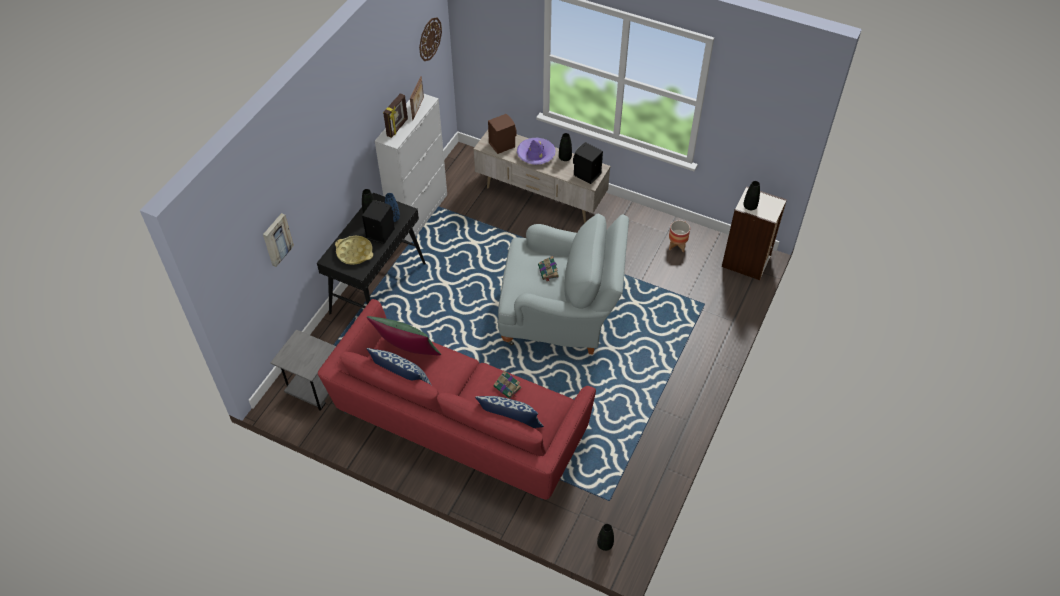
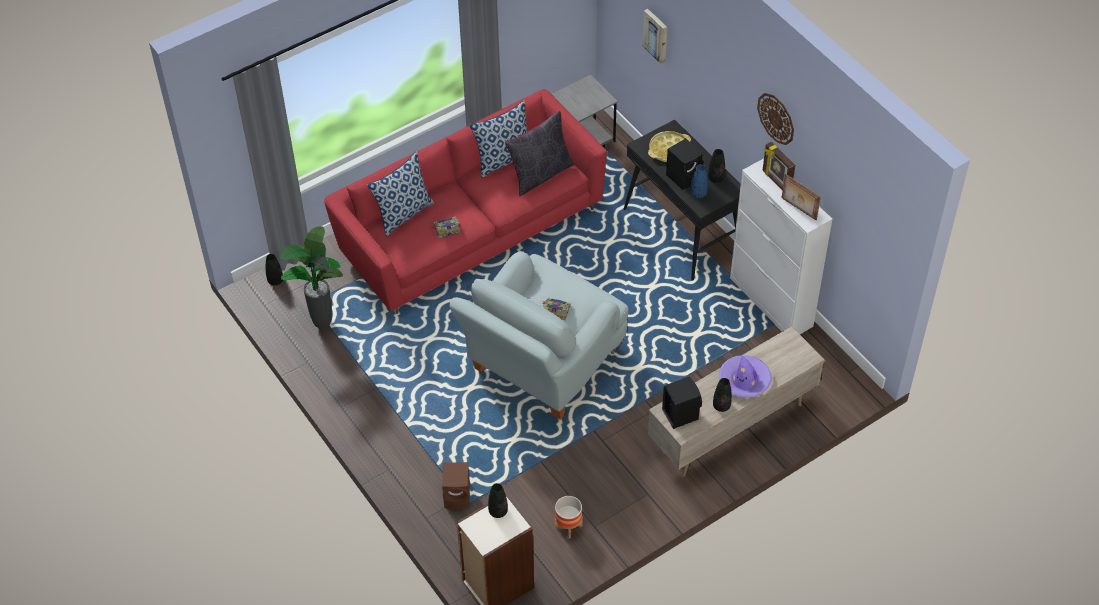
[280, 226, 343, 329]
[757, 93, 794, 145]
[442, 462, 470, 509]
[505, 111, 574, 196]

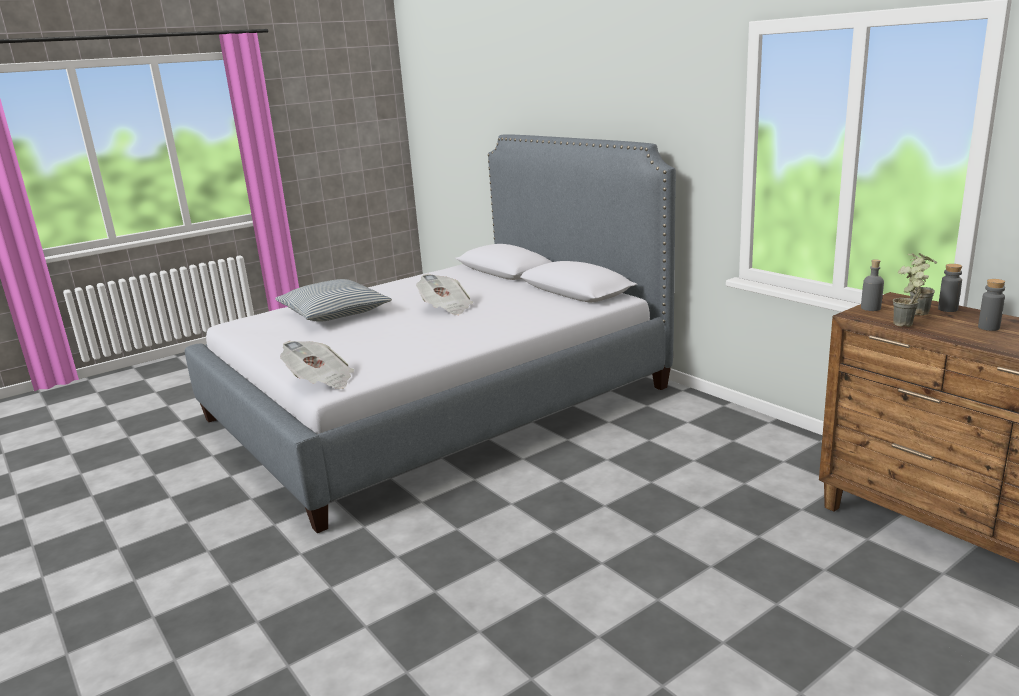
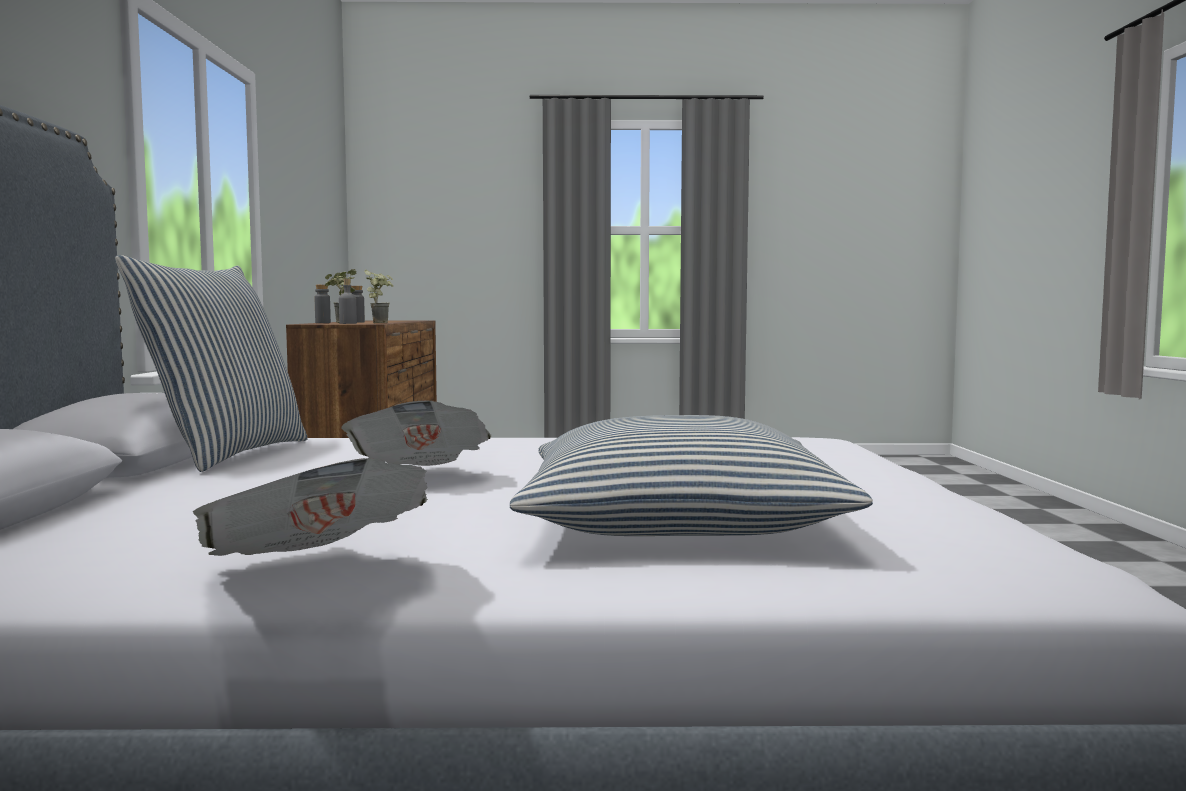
[115, 255, 308, 472]
[192, 458, 428, 556]

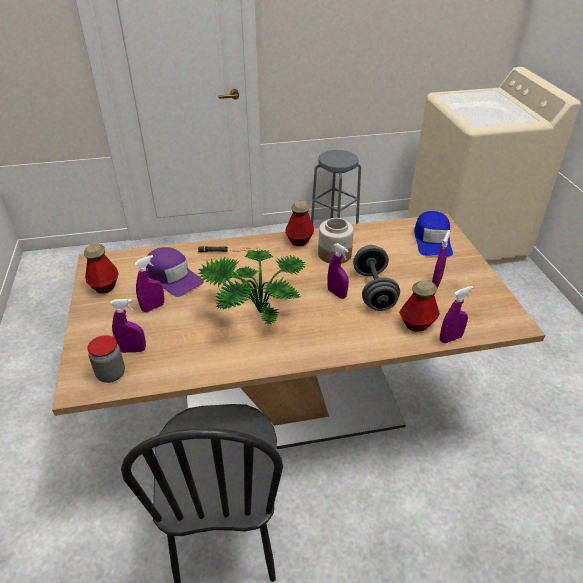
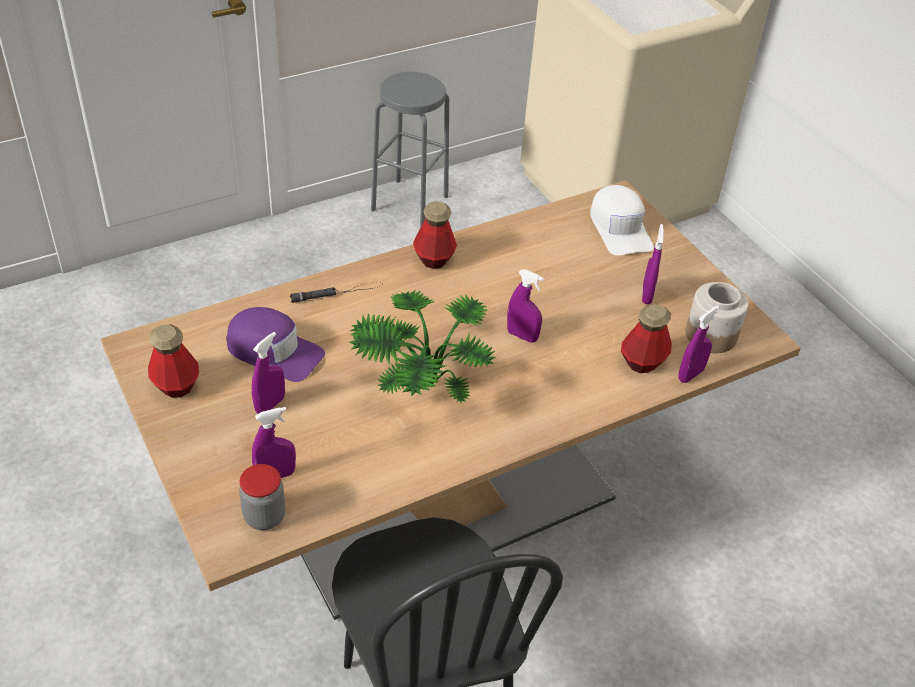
[353, 245, 400, 311] (first image)
[685, 282, 748, 353]
[590, 185, 654, 255]

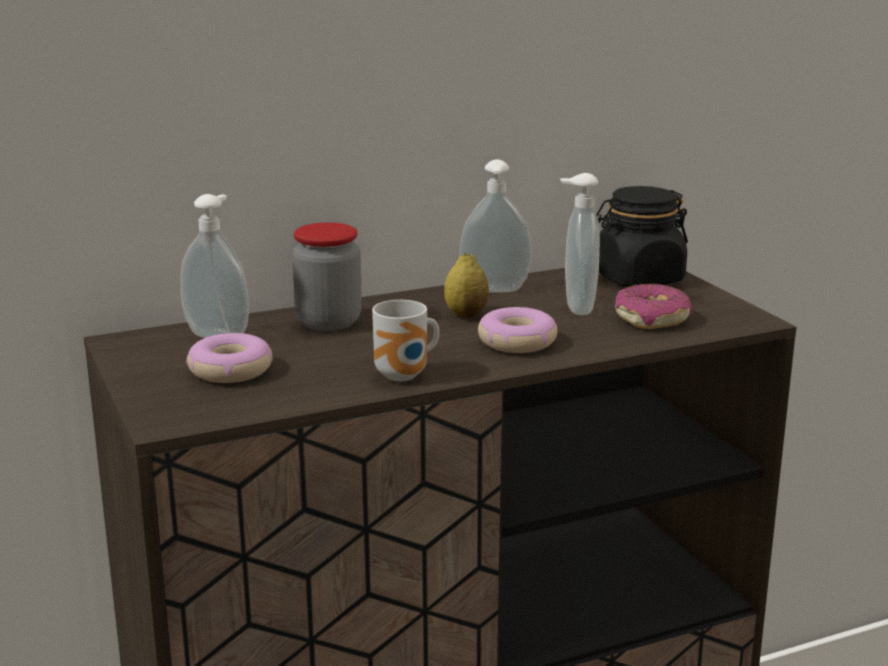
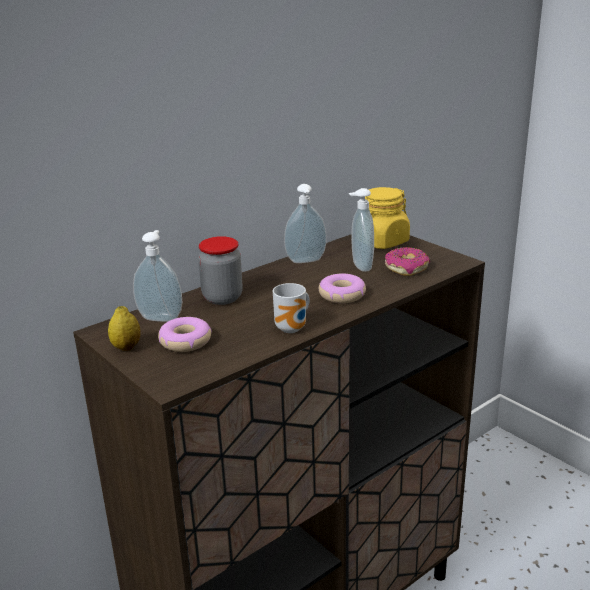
[108, 306, 140, 351]
[365, 187, 410, 249]

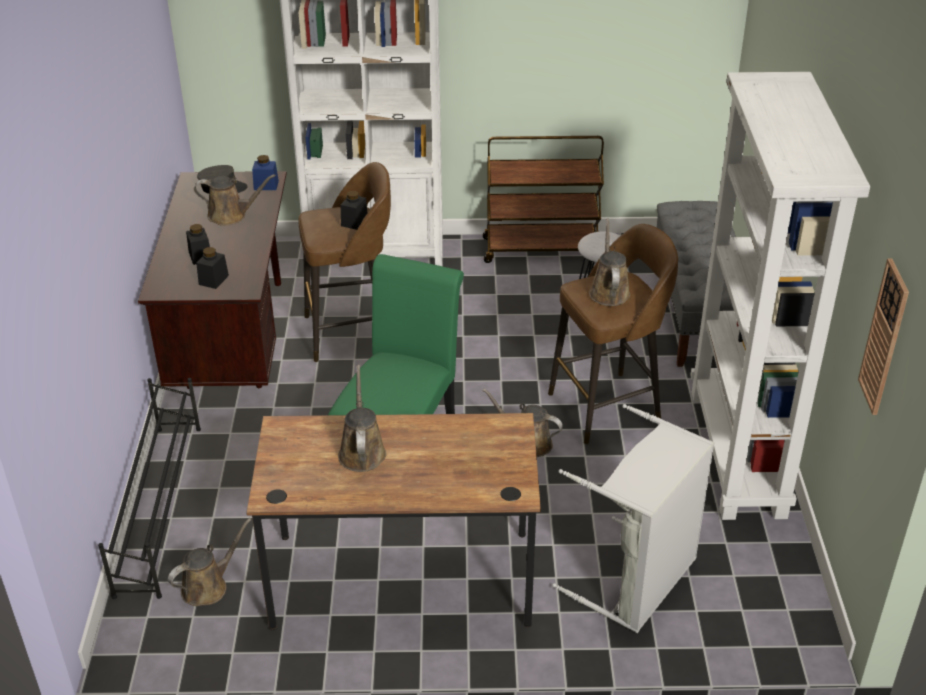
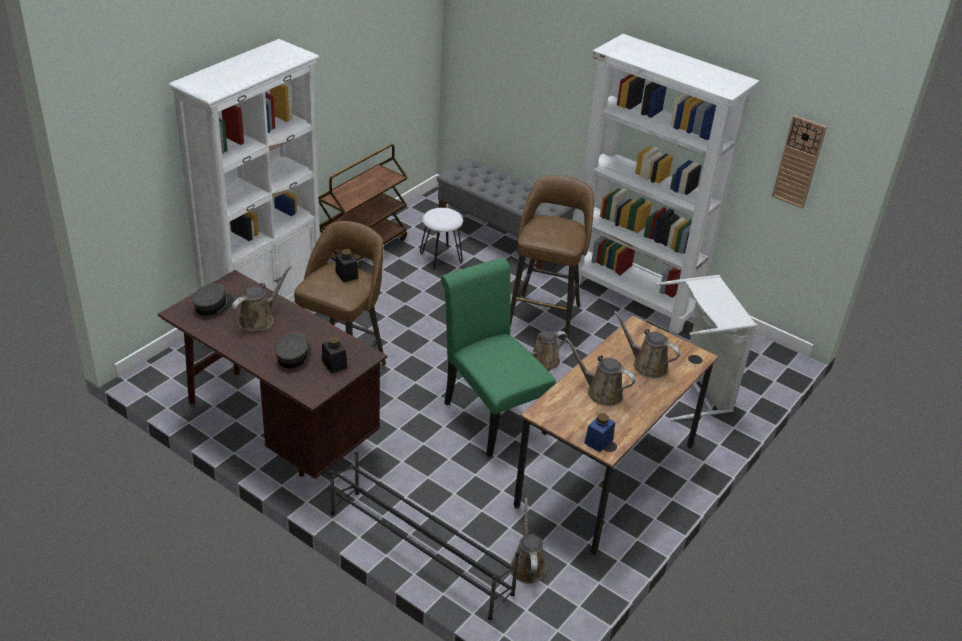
[584, 413, 615, 452]
[614, 311, 680, 378]
[275, 333, 311, 369]

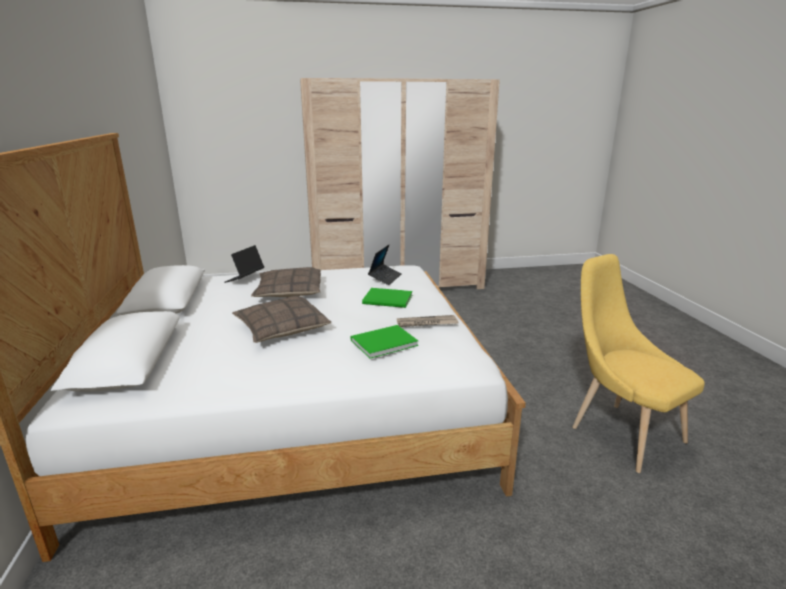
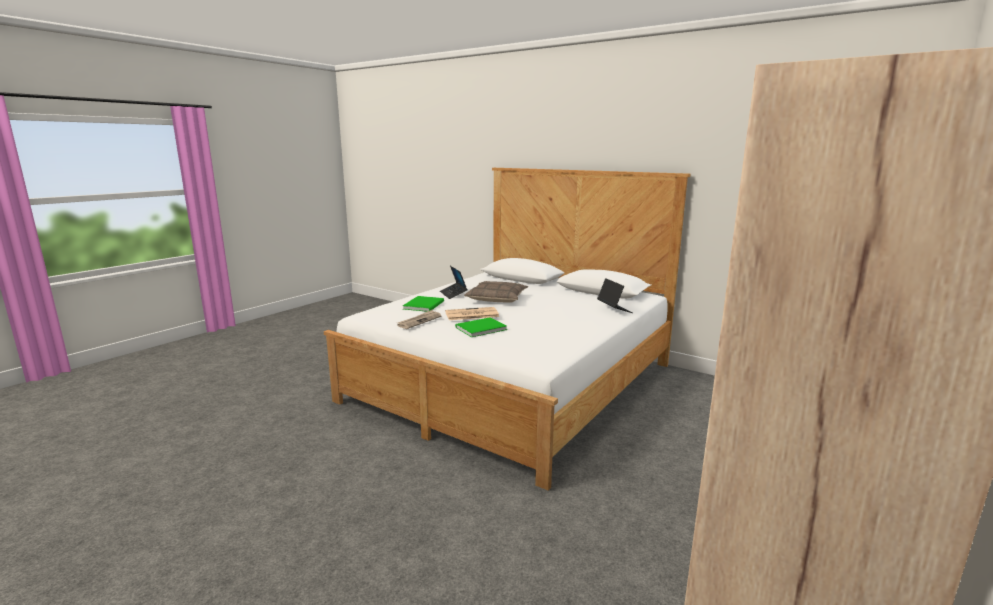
[251, 267, 321, 297] (first image)
[572, 254, 705, 473] (first image)
[445, 307, 499, 320]
[440, 266, 468, 299]

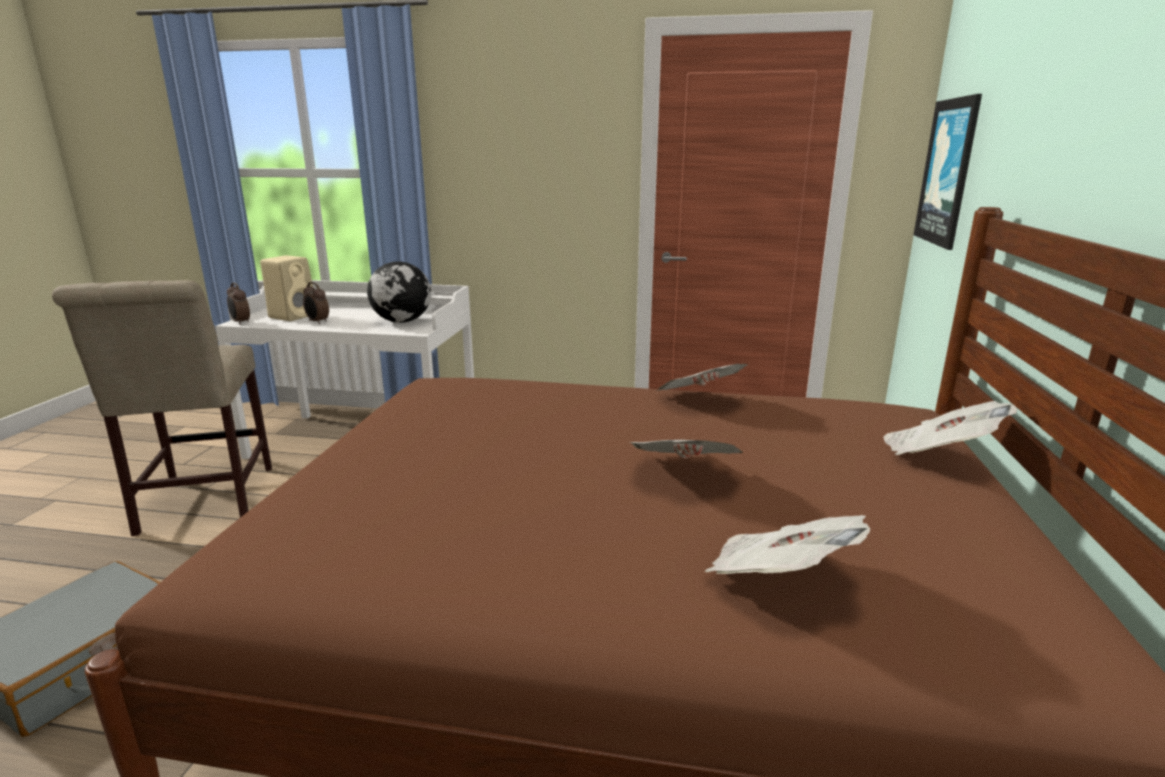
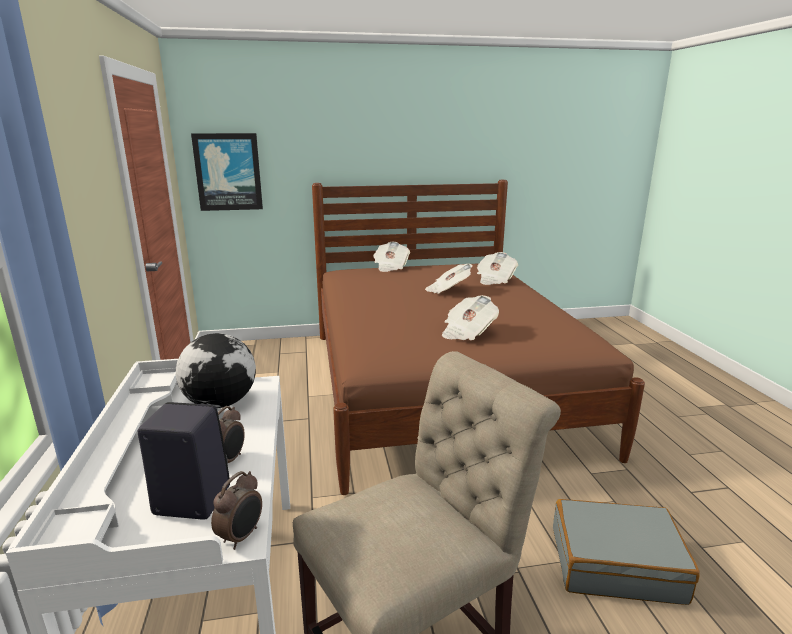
[442, 295, 499, 340]
[138, 402, 230, 520]

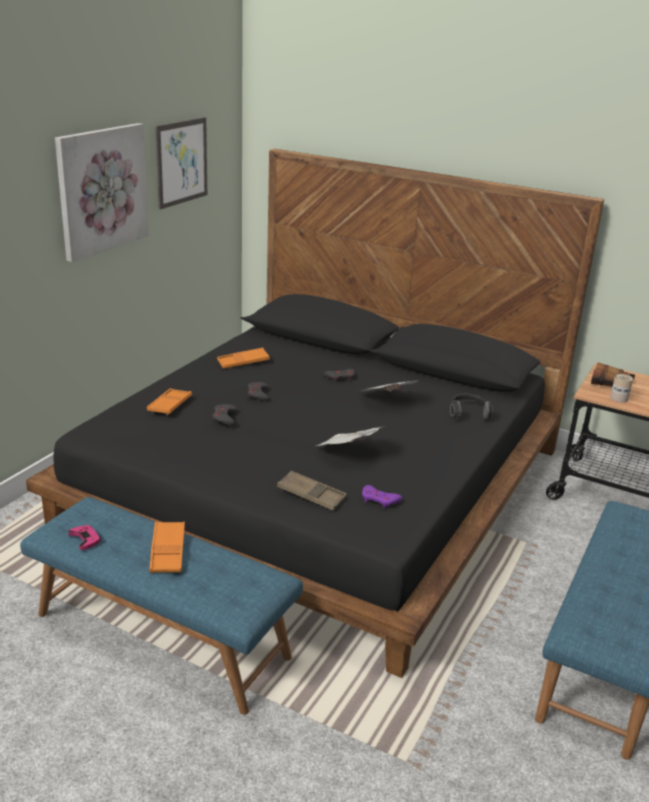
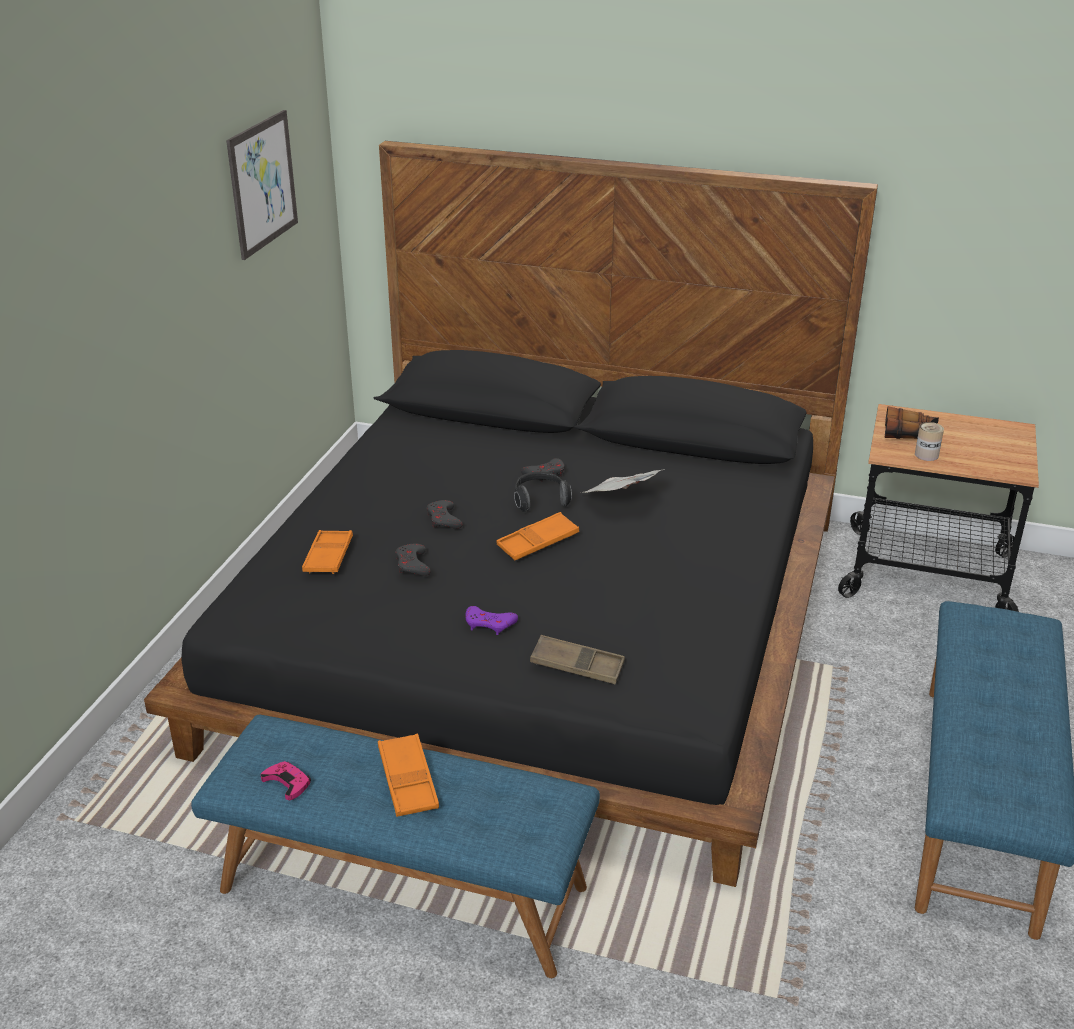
[55, 123, 149, 262] (first image)
[316, 427, 381, 446] (first image)
[497, 512, 579, 561]
[465, 606, 518, 635]
[514, 472, 572, 512]

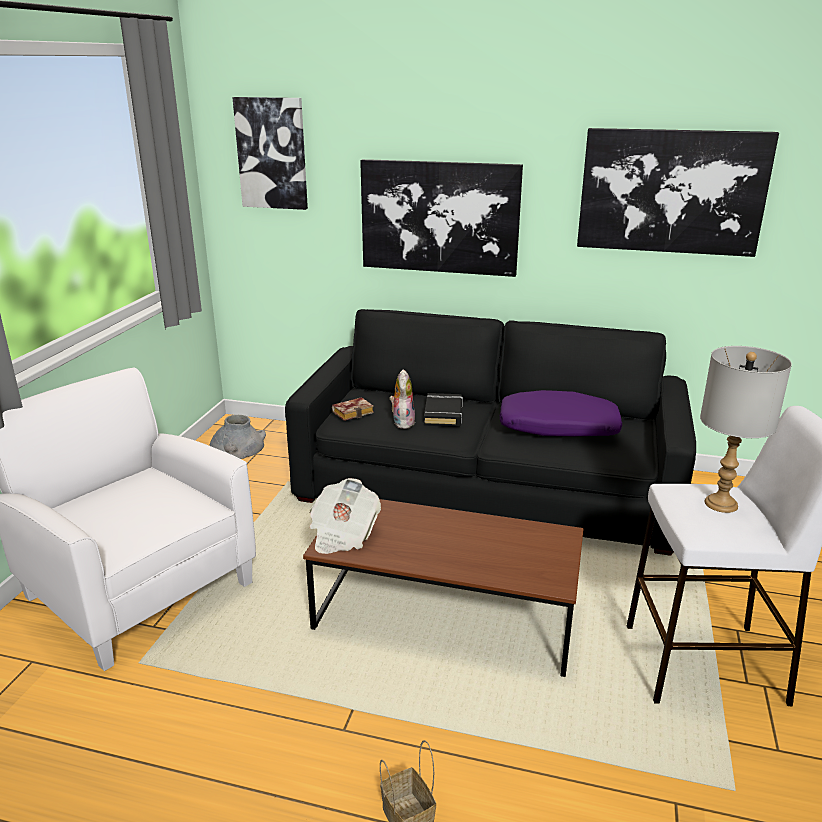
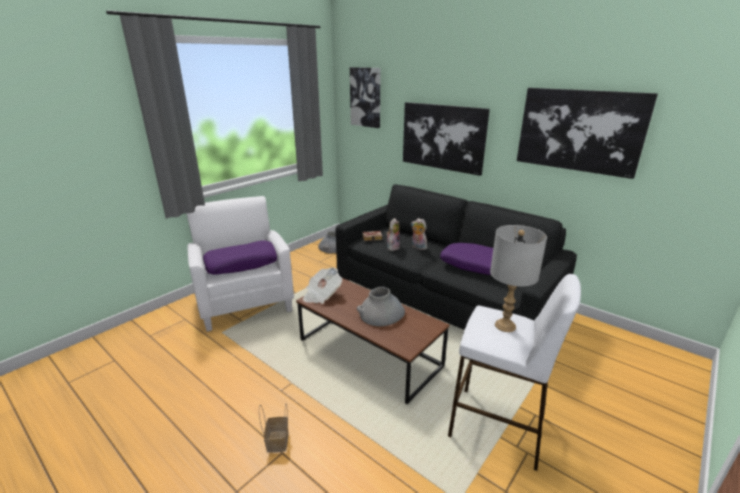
[203, 240, 277, 275]
[357, 287, 405, 326]
[411, 218, 427, 250]

